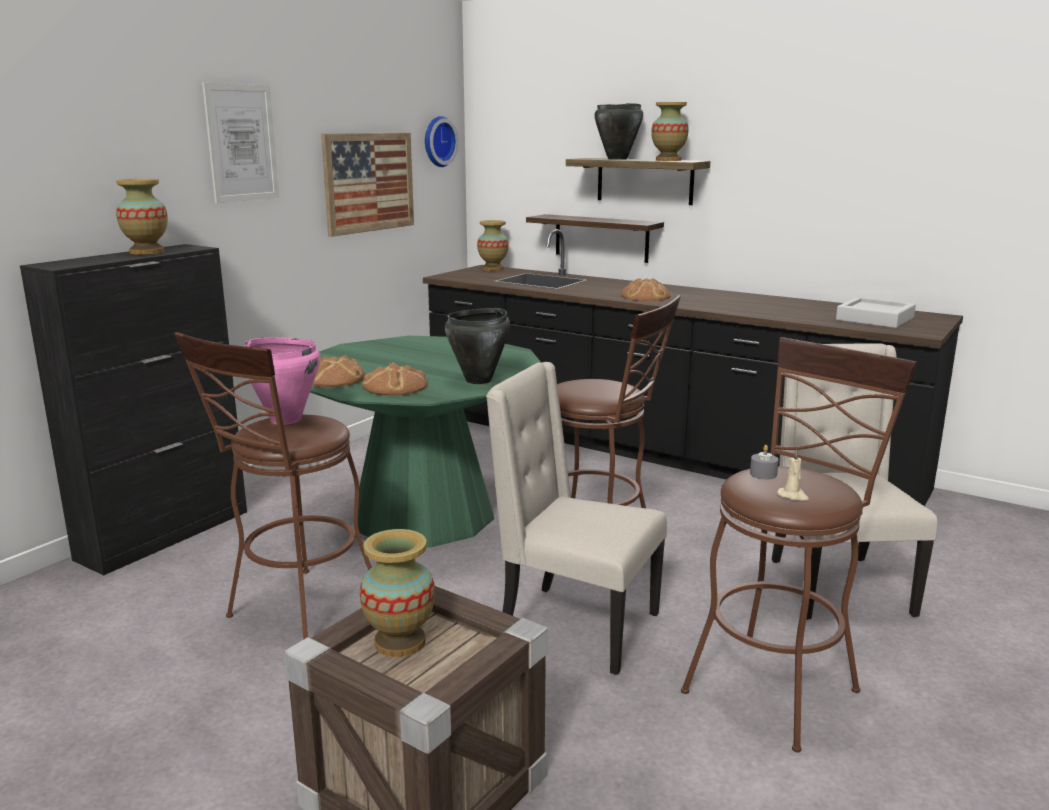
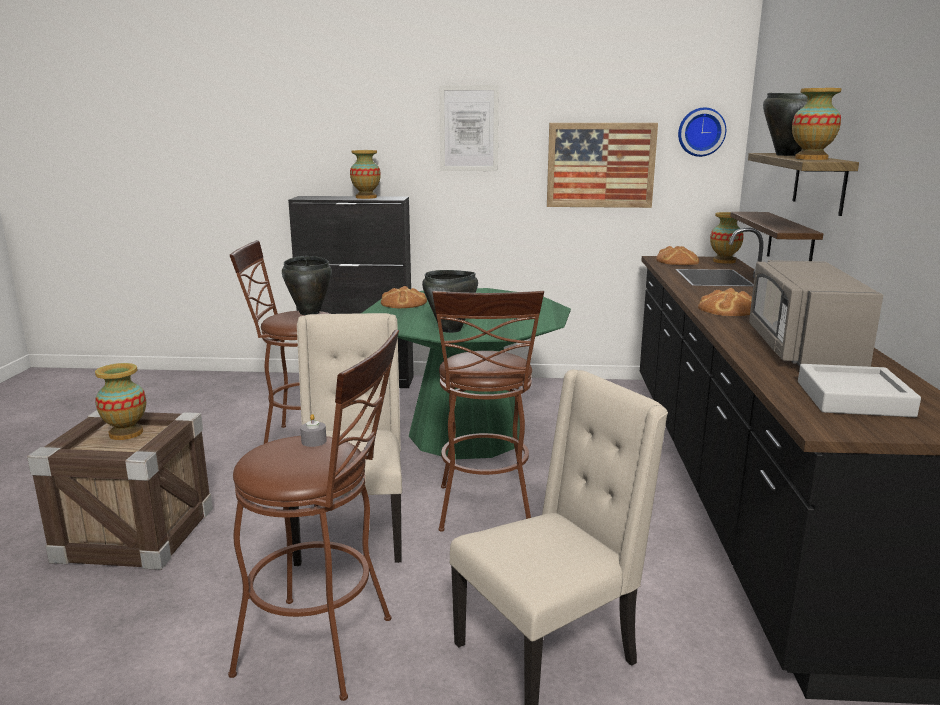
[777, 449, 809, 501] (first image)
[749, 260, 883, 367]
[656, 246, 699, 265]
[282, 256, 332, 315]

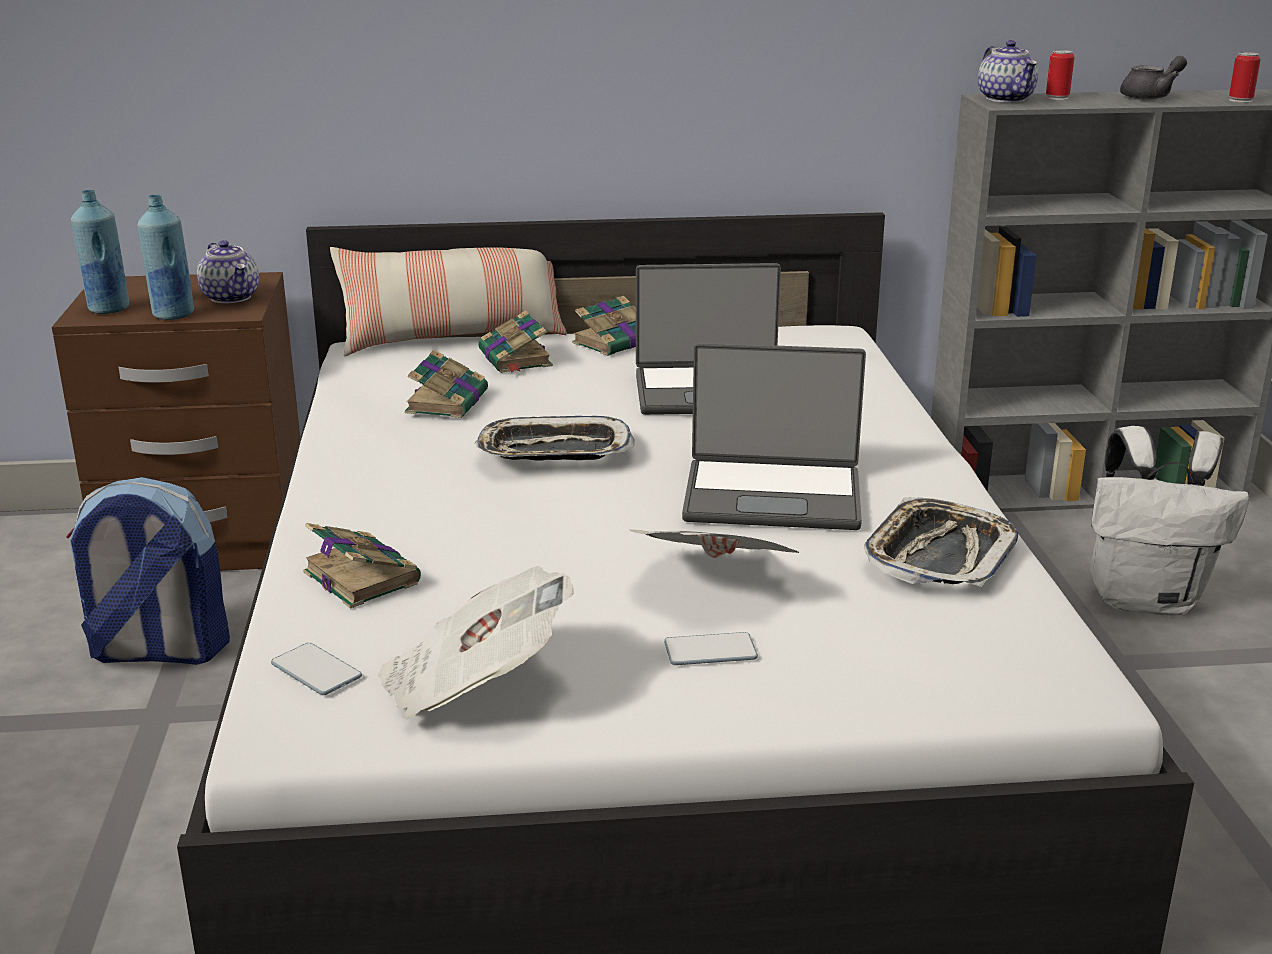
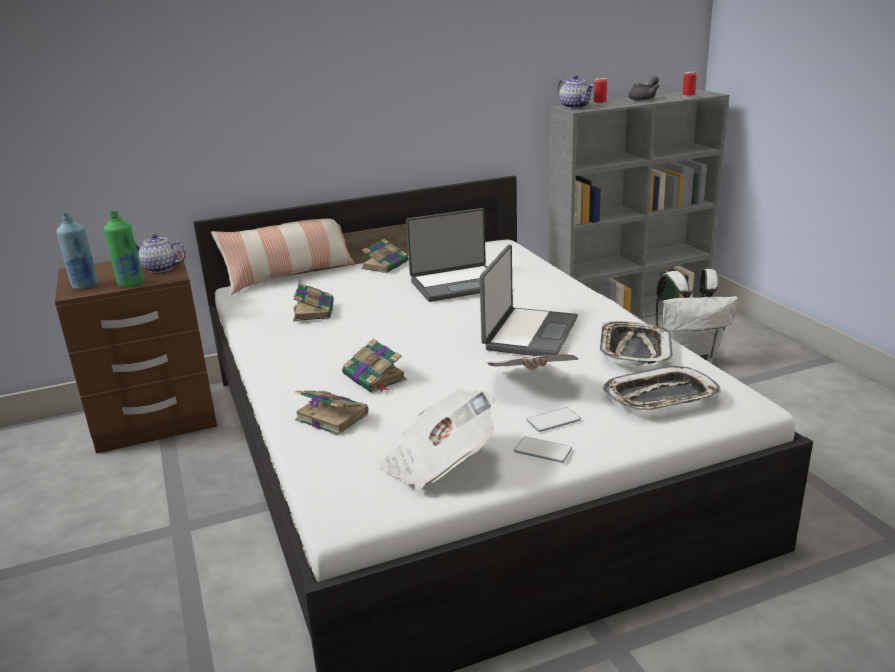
[67, 477, 230, 665] (first image)
[514, 437, 572, 463]
[603, 366, 721, 411]
[342, 339, 407, 393]
[103, 210, 143, 288]
[135, 234, 186, 273]
[480, 244, 578, 356]

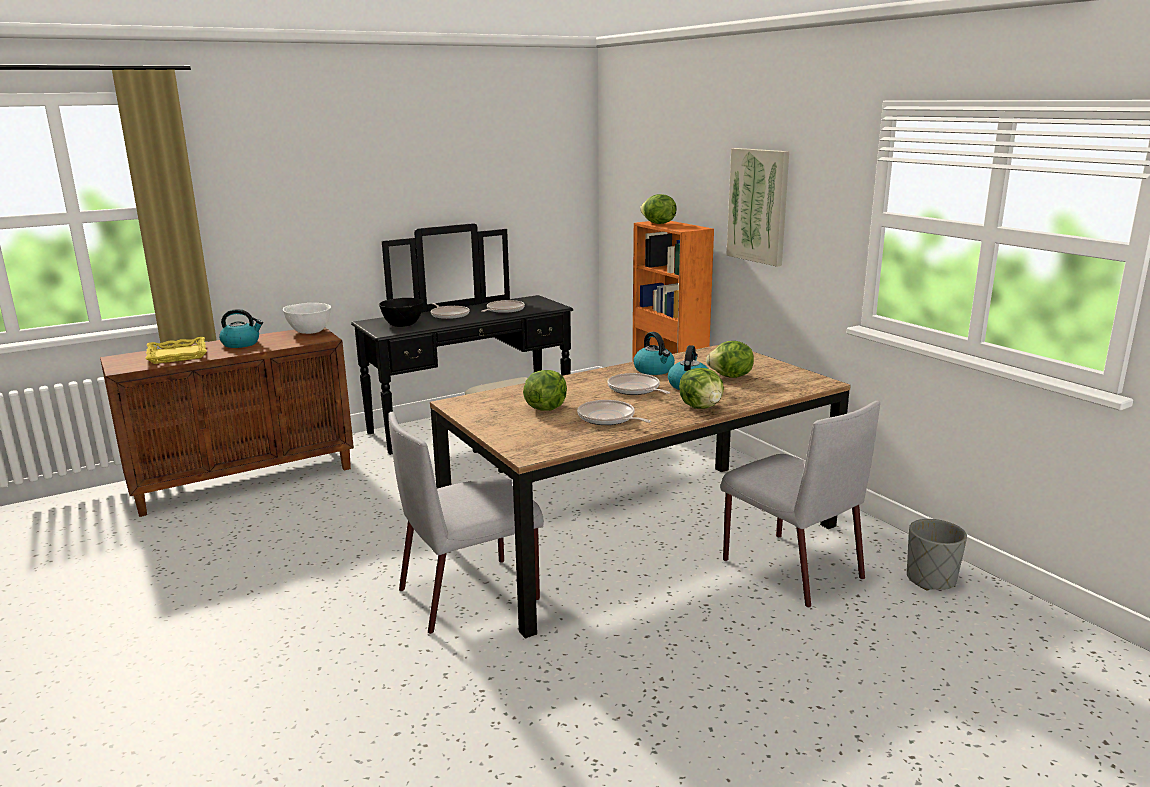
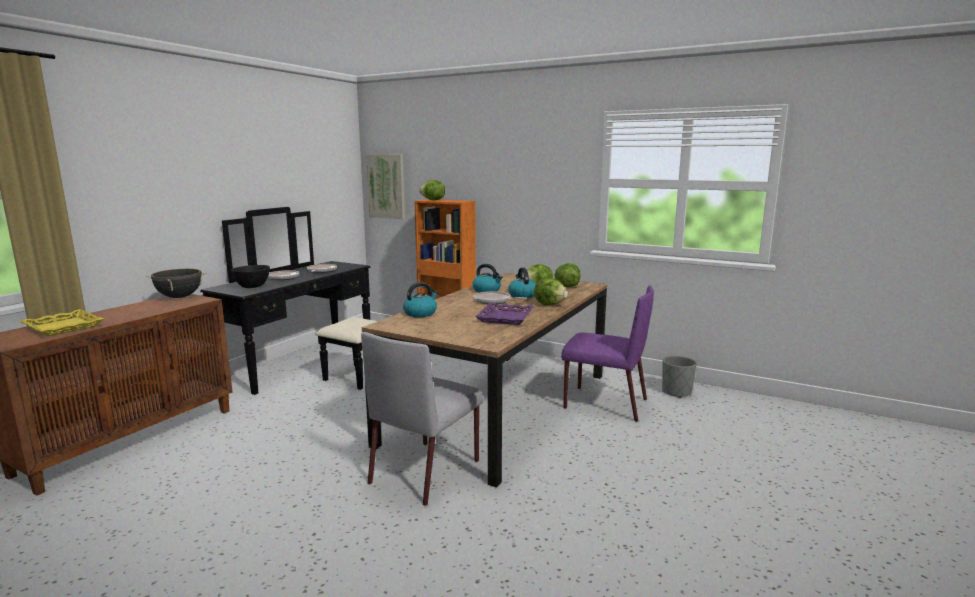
[403, 282, 438, 317]
[554, 263, 580, 287]
[366, 154, 405, 219]
[145, 269, 207, 298]
[475, 303, 534, 325]
[561, 285, 654, 422]

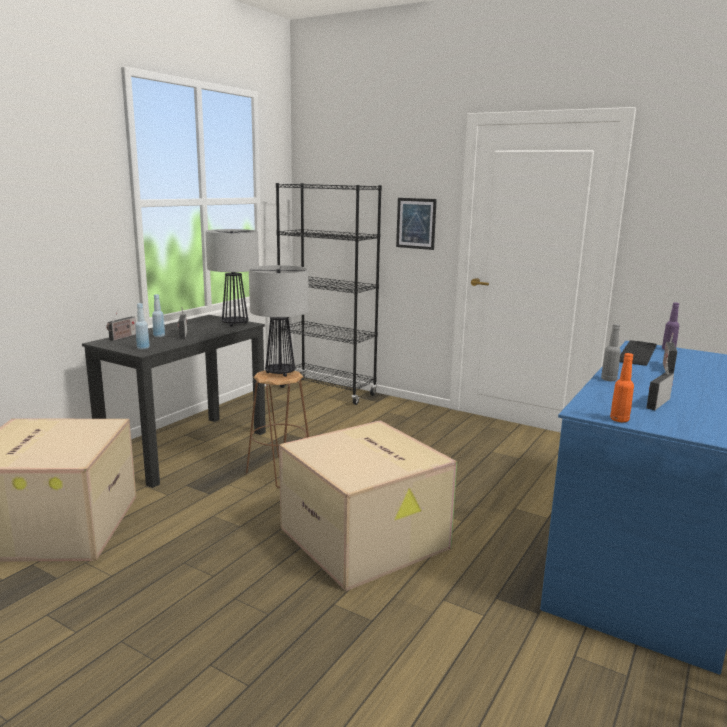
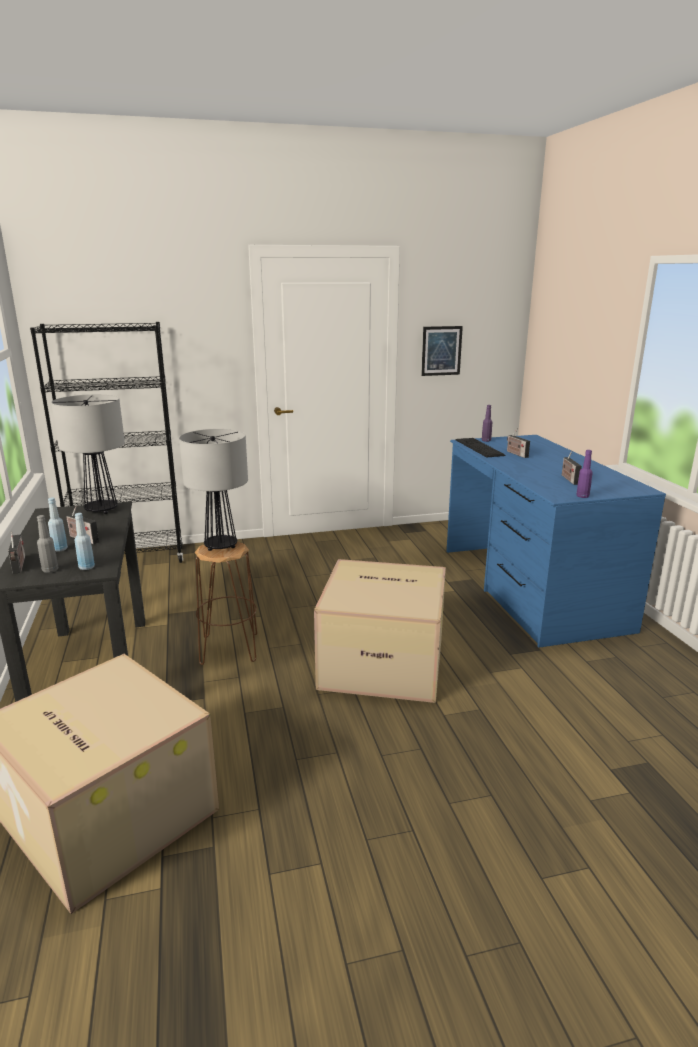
[421, 326, 463, 376]
[37, 515, 58, 573]
[576, 450, 593, 498]

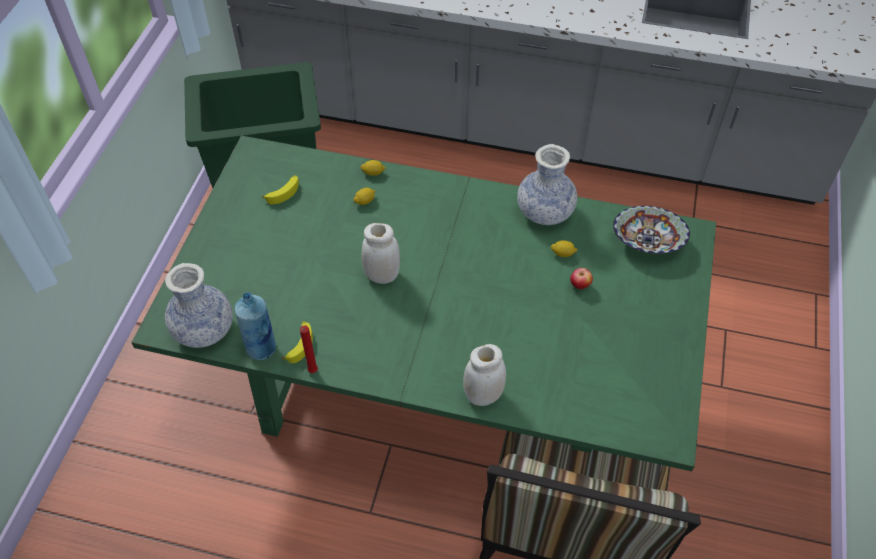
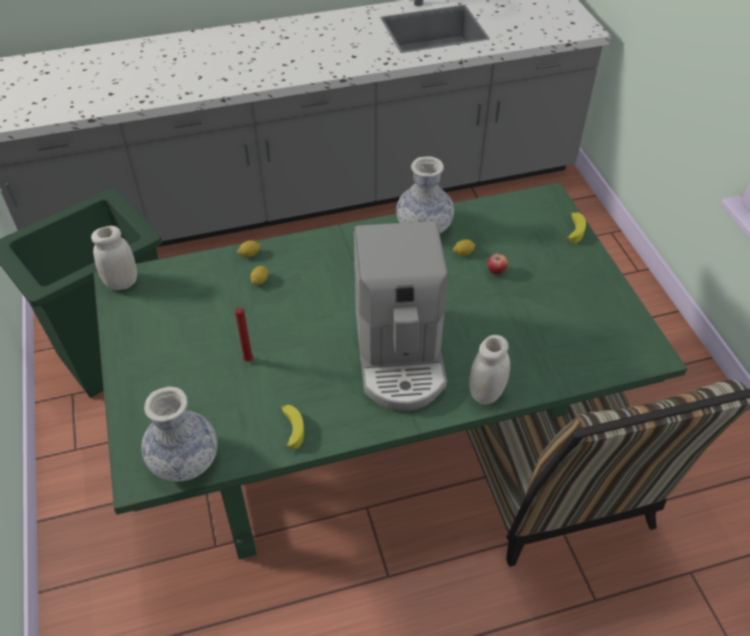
[235, 292, 276, 360] (first image)
[613, 206, 690, 254] (first image)
[354, 221, 448, 411]
[566, 212, 586, 243]
[235, 307, 253, 361]
[91, 226, 137, 290]

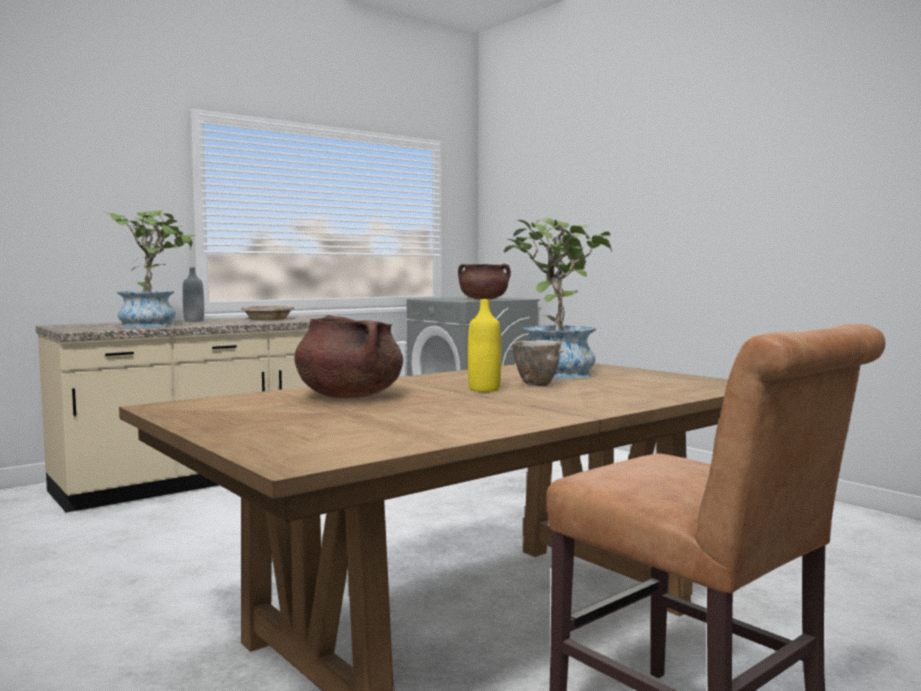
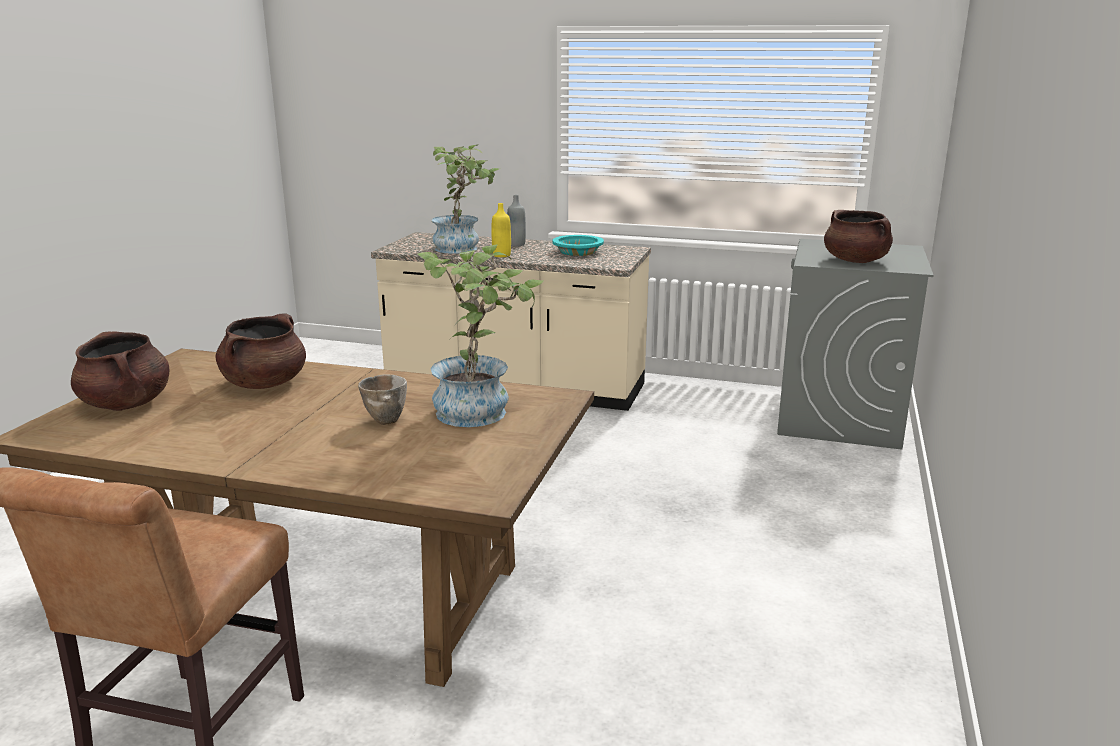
[71, 332, 169, 411]
[491, 203, 511, 257]
[553, 235, 604, 256]

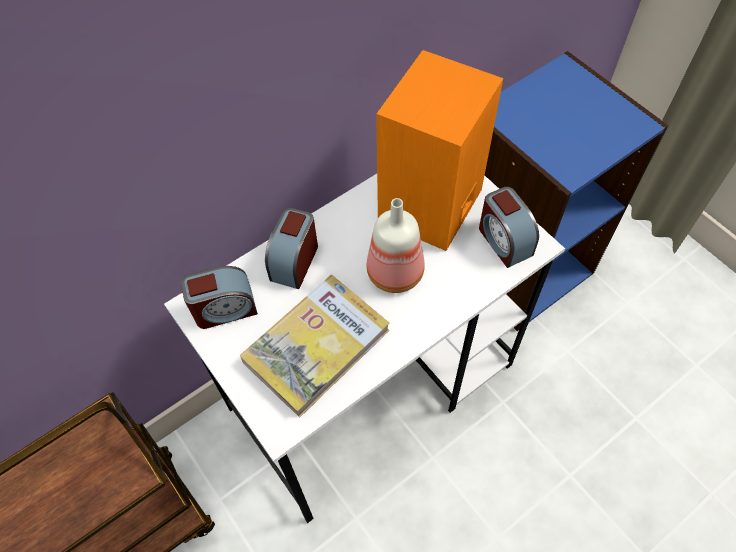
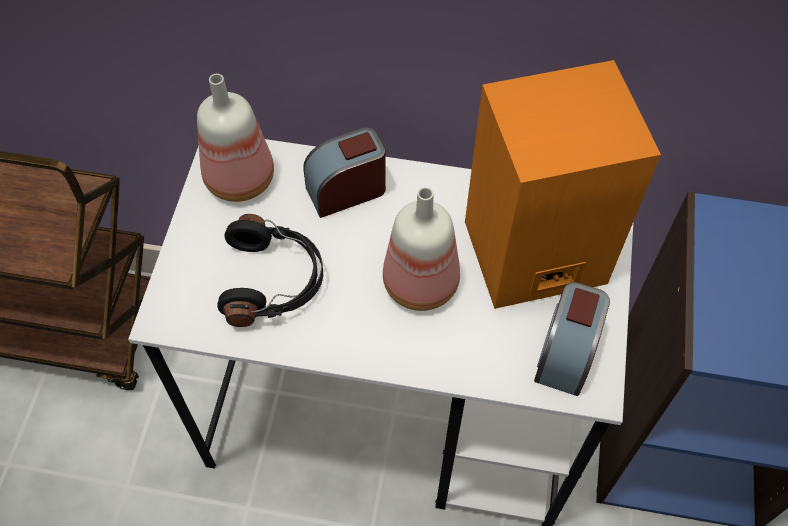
[197, 73, 274, 202]
[217, 214, 323, 327]

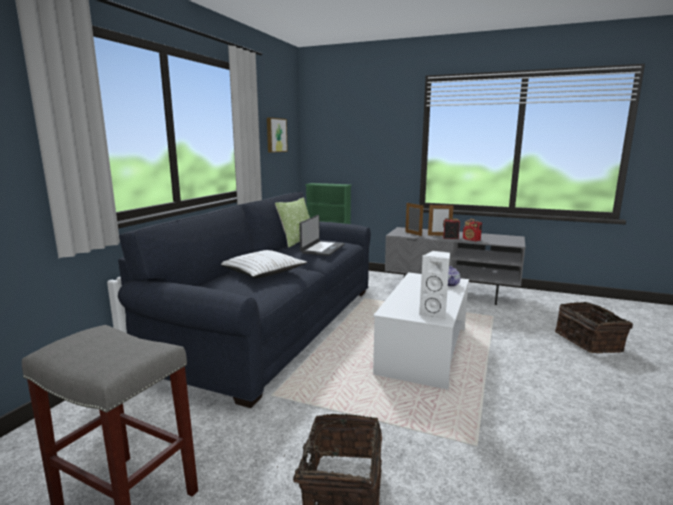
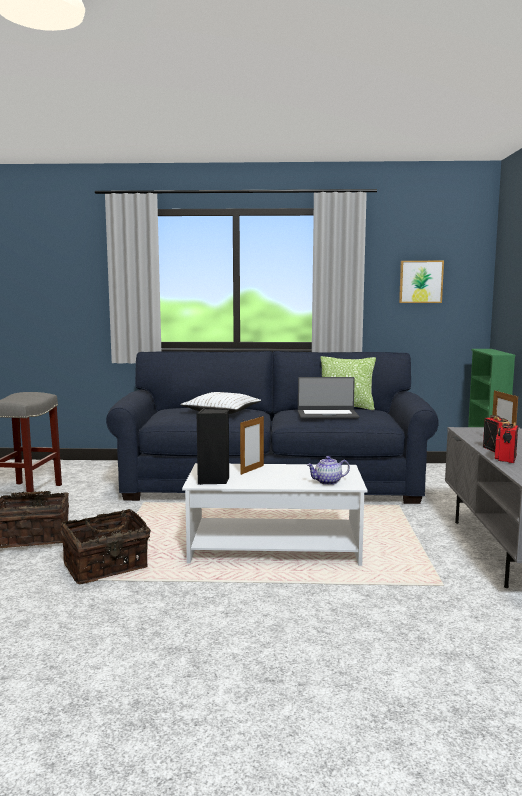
[240, 416, 264, 475]
[61, 509, 151, 584]
[197, 408, 229, 485]

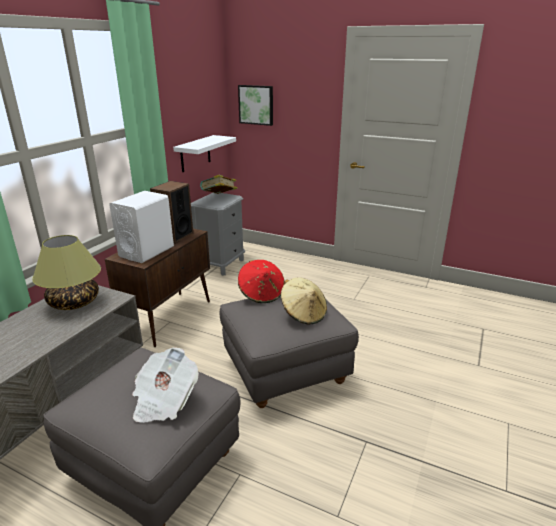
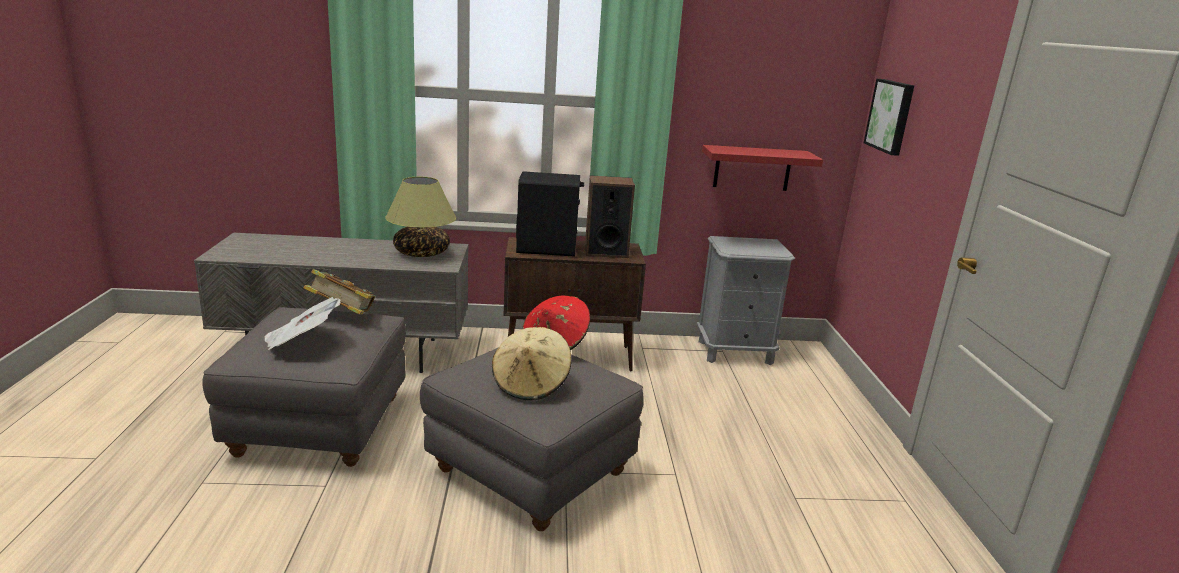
[303, 270, 375, 315]
[516, 171, 584, 257]
[702, 145, 823, 191]

